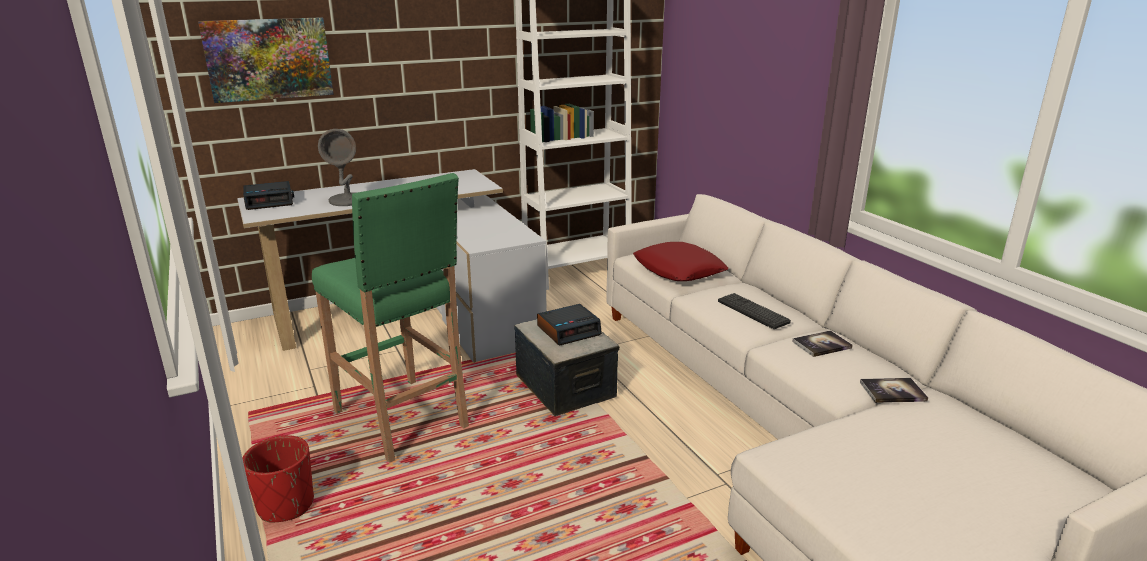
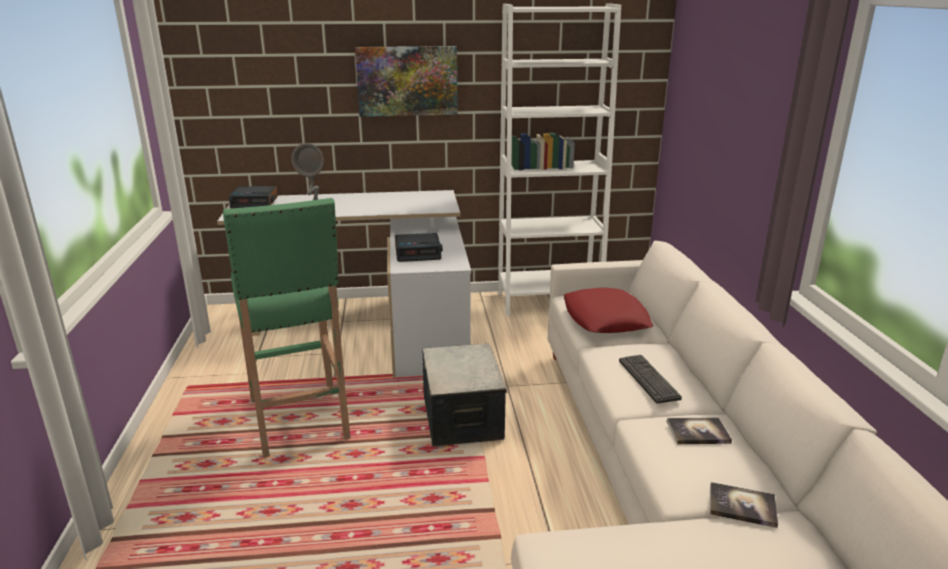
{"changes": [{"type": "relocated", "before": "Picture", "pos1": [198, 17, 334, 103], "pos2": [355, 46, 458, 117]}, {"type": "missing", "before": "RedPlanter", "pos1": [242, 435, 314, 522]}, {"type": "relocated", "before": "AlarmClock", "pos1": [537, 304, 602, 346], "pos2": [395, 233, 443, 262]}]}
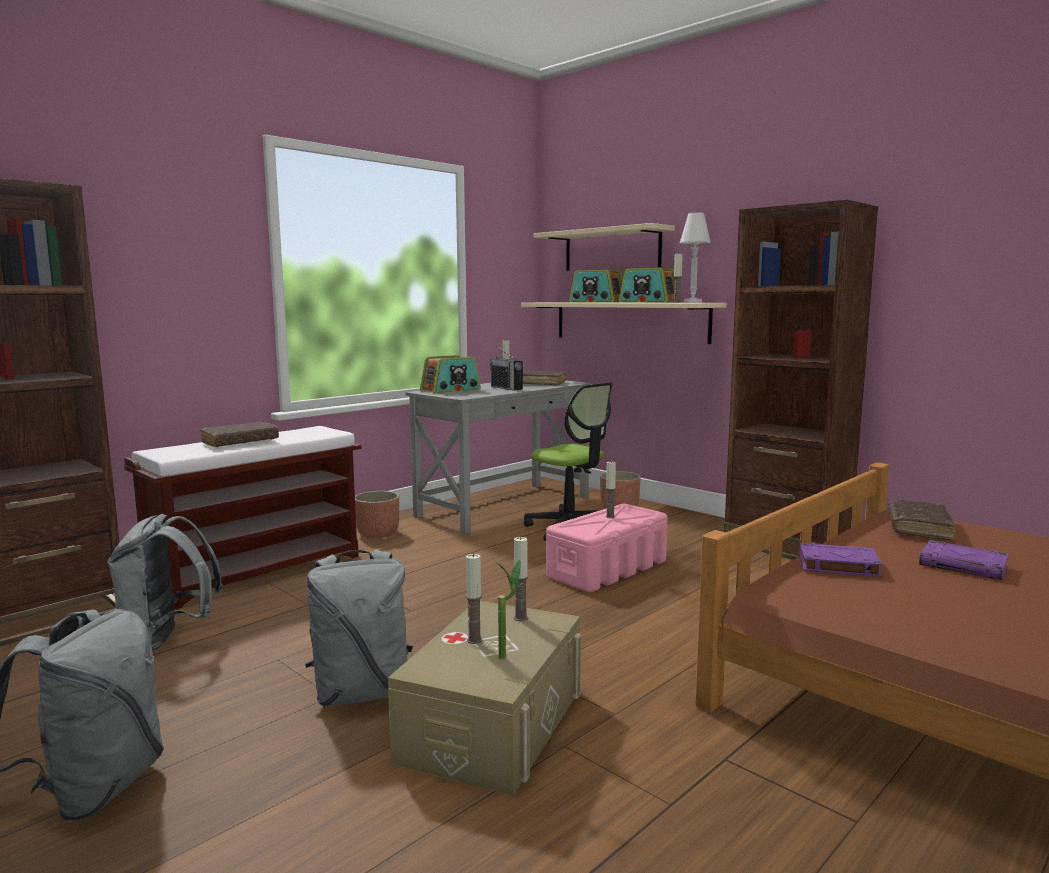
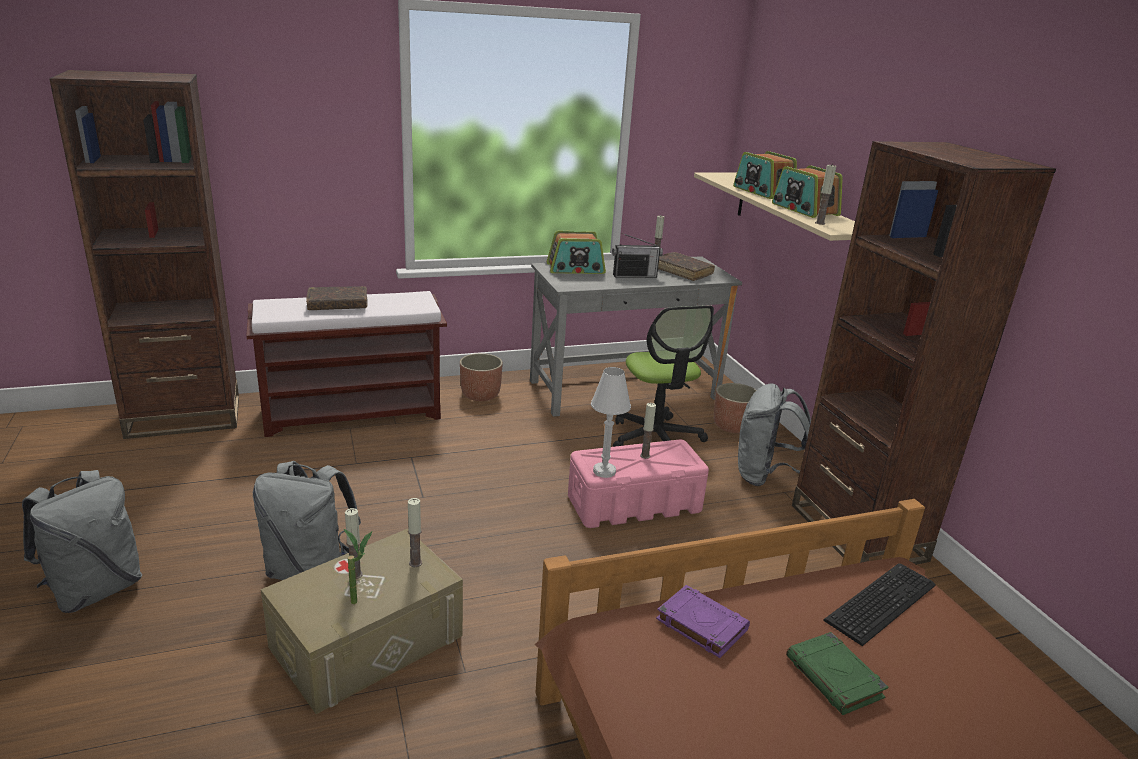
{"changes": [{"type": "relocated", "before": "GreyBackpack", "pos1": [107, 514, 224, 651], "pos2": [738, 384, 811, 486]}, {"type": "spun", "before": "Radio", "pos1": [490, 346, 523, 390], "pos2": [612, 233, 663, 278], "turn": -90}, {"type": "missing", "before": "BeigeShelf", "pos1": [533, 223, 675, 271]}, {"type": "relocated", "before": "WhiteTableLamp", "pos1": [680, 213, 711, 303], "pos2": [591, 367, 631, 478]}, {"type": "exchanged", "before": "BrownBook", "after": "Keyboard", "pos1": [888, 500, 955, 540], "pos2": [823, 564, 936, 646]}, {"type": "colour", "before": "PurpleBook", "after": "GreenBook", "pos1": [919, 540, 1009, 580], "pos2": [786, 632, 889, 715]}]}
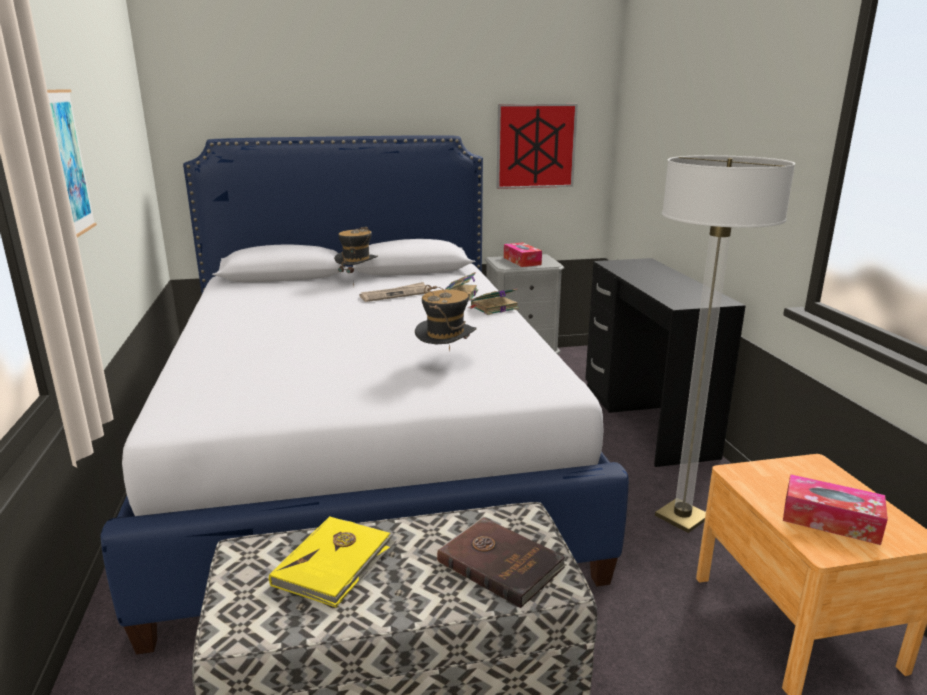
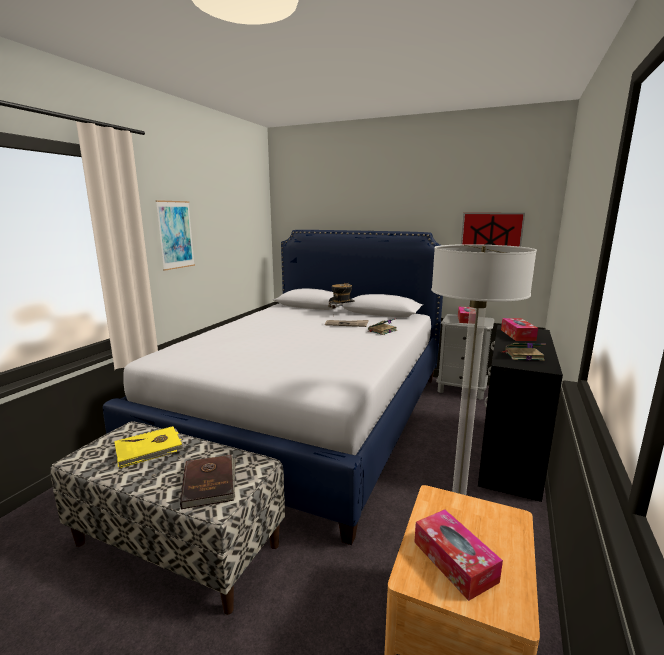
{"changes": [{"type": "missing", "before": "Hat", "pos1": [415, 285, 477, 351]}, {"type": "relocated", "before": "Book", "pos1": [468, 288, 519, 315], "pos2": [501, 343, 546, 361]}, {"type": "appeared", "after": "TissueBox", "pos2": [501, 318, 538, 341]}]}
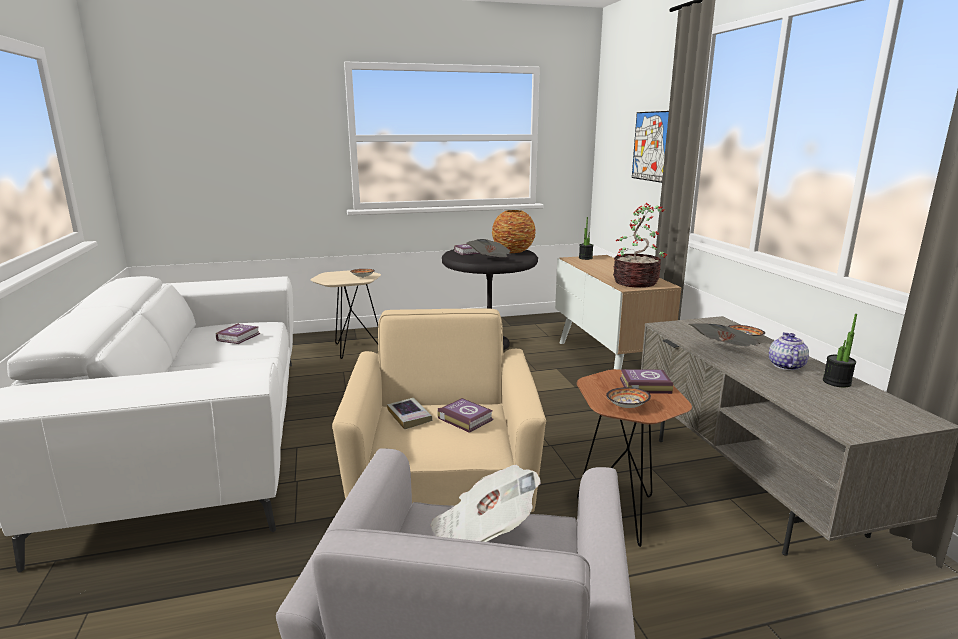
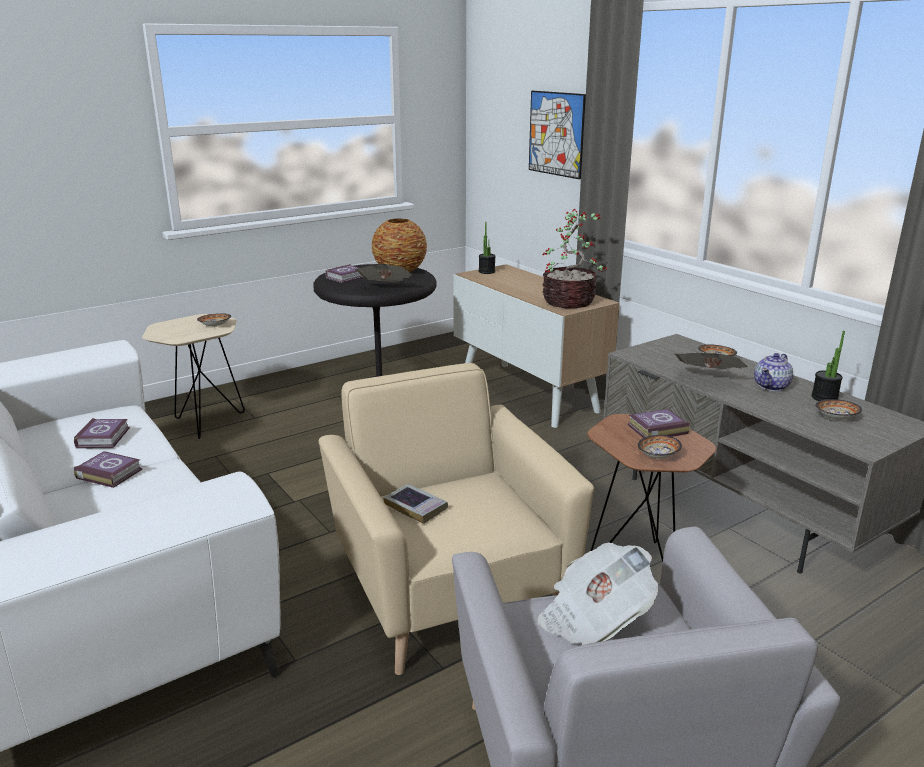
{"changes": [{"type": "relocated", "before": "Book", "pos1": [437, 398, 493, 433], "pos2": [74, 451, 142, 488]}, {"type": "spun", "before": "Teapot", "pos1": [769, 332, 809, 370], "pos2": [754, 353, 793, 391], "turn": -135}, {"type": "appeared", "after": "Bowl", "pos2": [815, 399, 862, 419]}]}
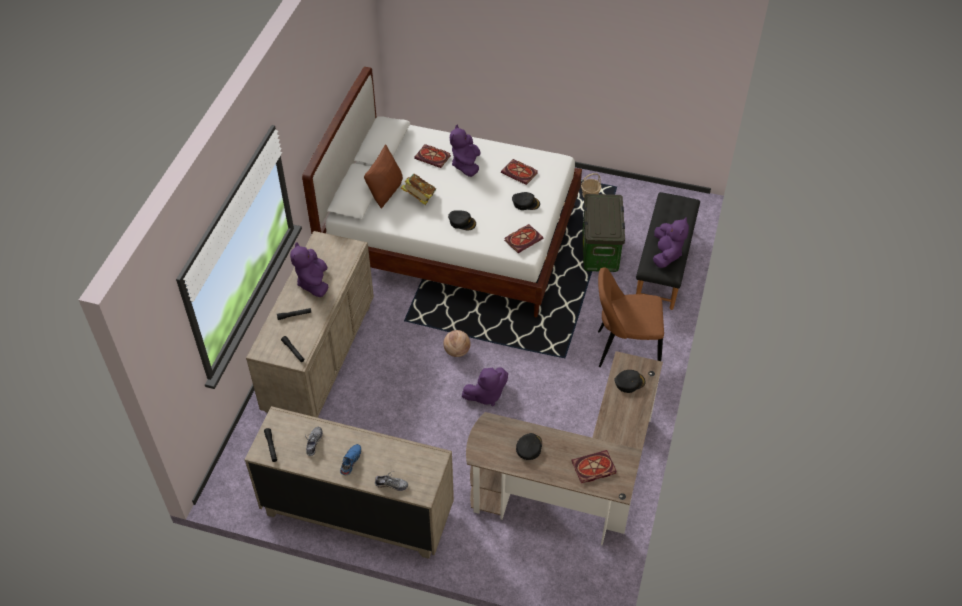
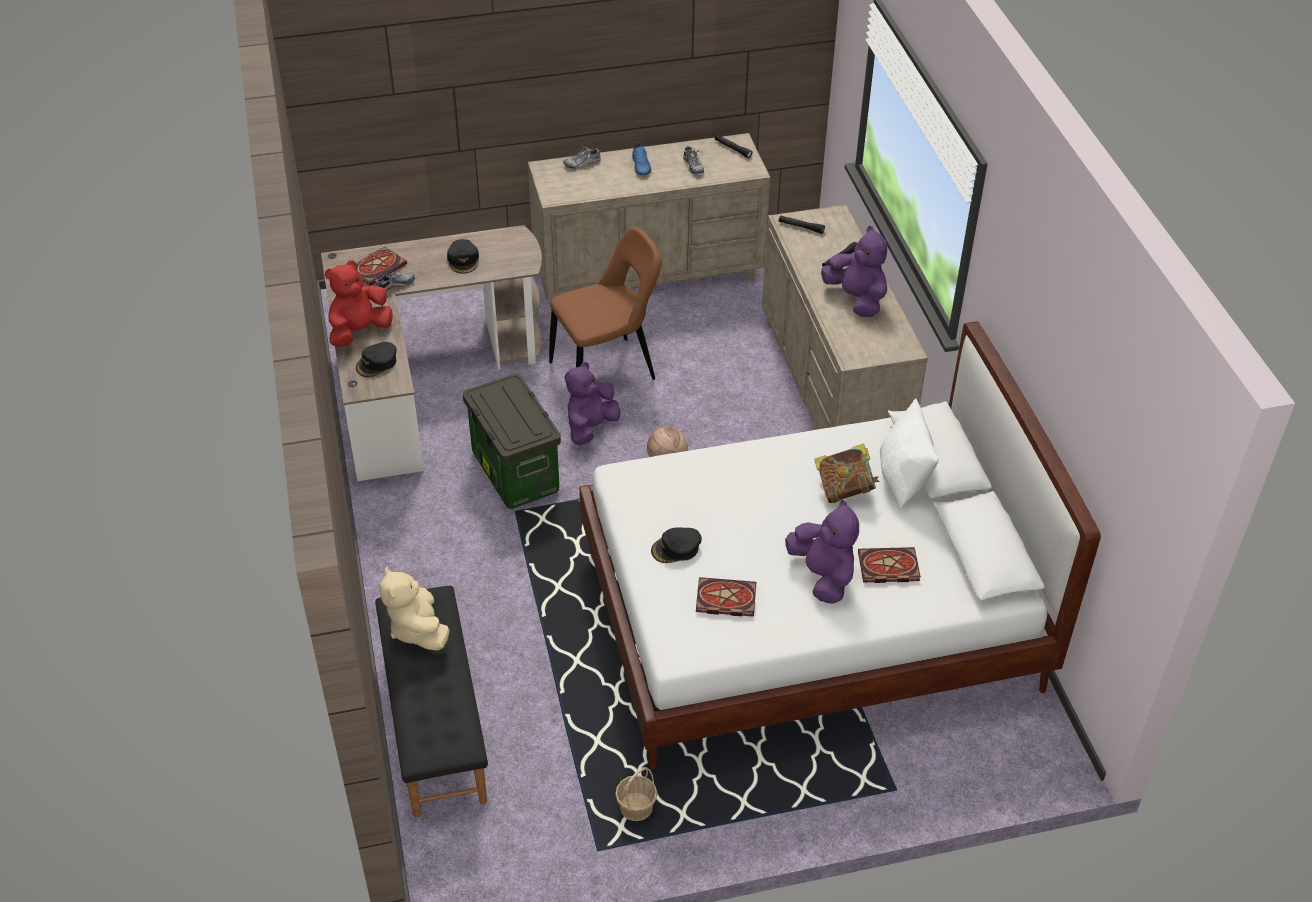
{"changes": [{"type": "colour", "before": "BrownPillow", "after": "WhitePillow", "pos1": [364, 145, 403, 209], "pos2": [880, 399, 939, 509]}, {"type": "missing", "before": "BlackCap", "pos1": [448, 211, 476, 230]}, {"type": "missing", "before": "Book", "pos1": [504, 224, 544, 253]}, {"type": "relocated", "before": "StorageBox", "pos1": [582, 194, 625, 272], "pos2": [463, 374, 561, 509]}, {"type": "relocated", "before": "BrownChair", "pos1": [598, 268, 664, 367], "pos2": [549, 227, 662, 380]}, {"type": "colour", "before": "PurplePlushToy", "after": "BeigePlushToy", "pos1": [653, 217, 689, 268], "pos2": [379, 566, 450, 651]}, {"type": "appeared", "after": "RedPlushToy", "pos2": [325, 260, 393, 347]}, {"type": "appeared", "after": "Shoe", "pos2": [374, 267, 415, 292]}]}
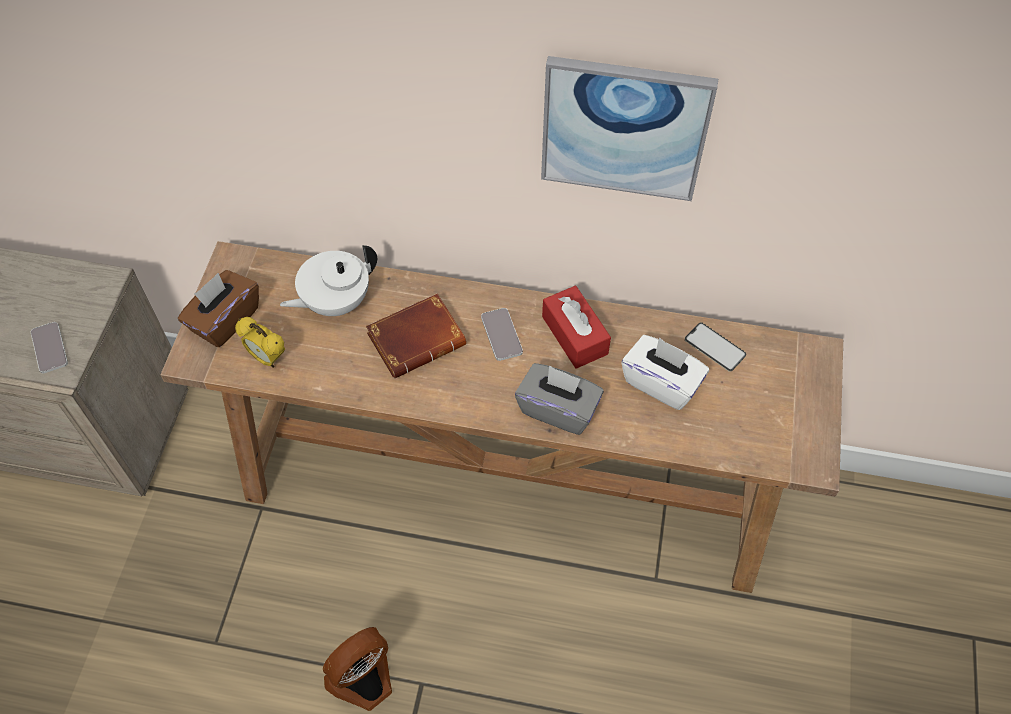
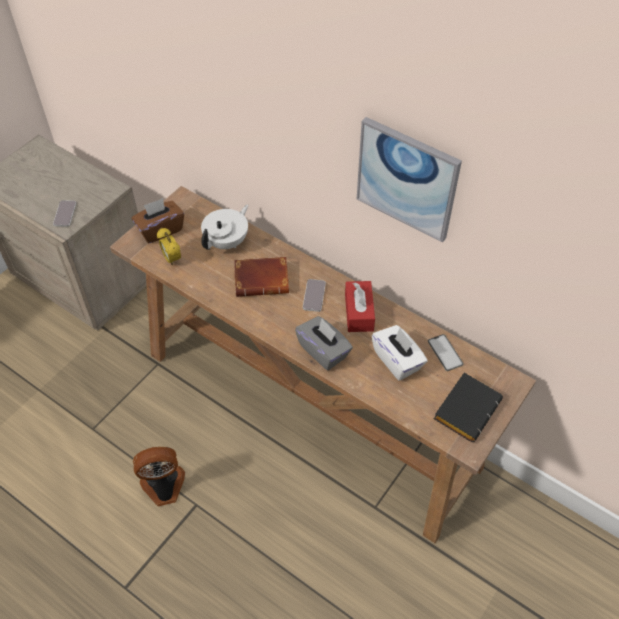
{"changes": [{"type": "spun", "before": "WhiteTeapot", "pos1": [280, 245, 377, 316], "pos2": [201, 204, 249, 250], "turn": 135}, {"type": "appeared", "after": "BlackBook", "pos2": [434, 373, 503, 442]}]}
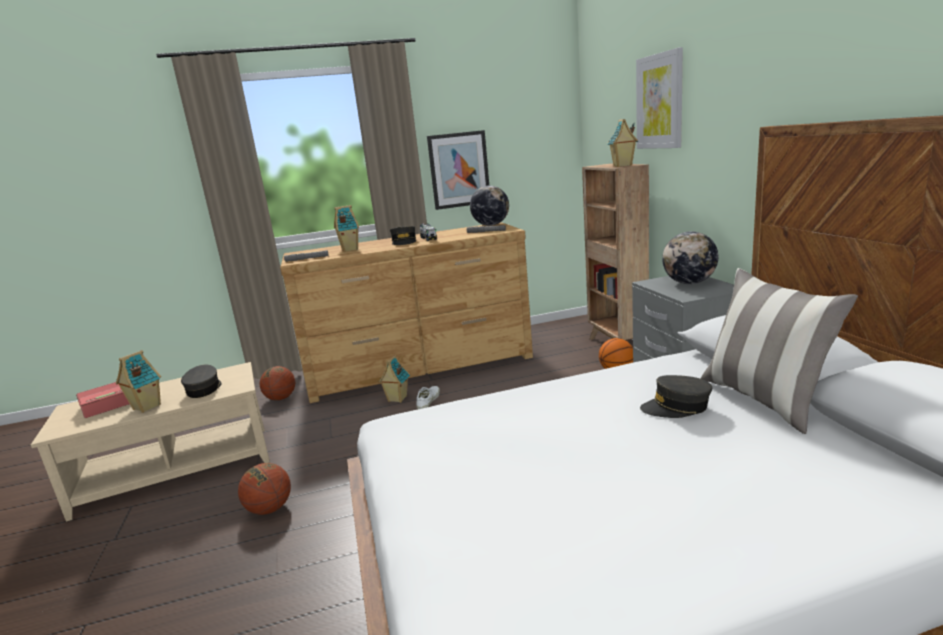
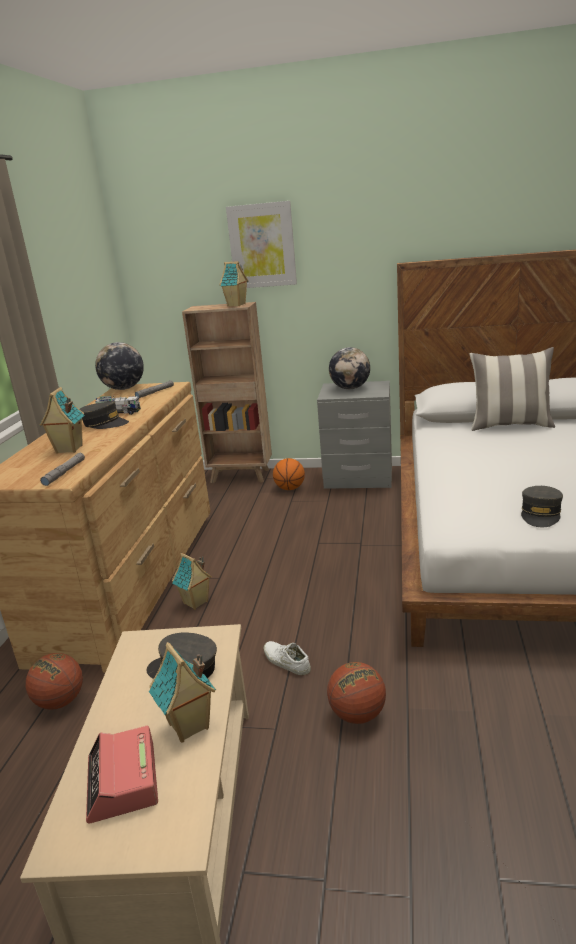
{"changes": [{"type": "relocated", "before": "WhiteShoe", "pos1": [416, 386, 440, 409], "pos2": [264, 641, 311, 675]}, {"type": "missing", "before": "Picture", "pos1": [427, 130, 489, 210]}, {"type": "relocated", "before": "GreyCap", "pos1": [640, 375, 712, 418], "pos2": [521, 486, 563, 527]}]}
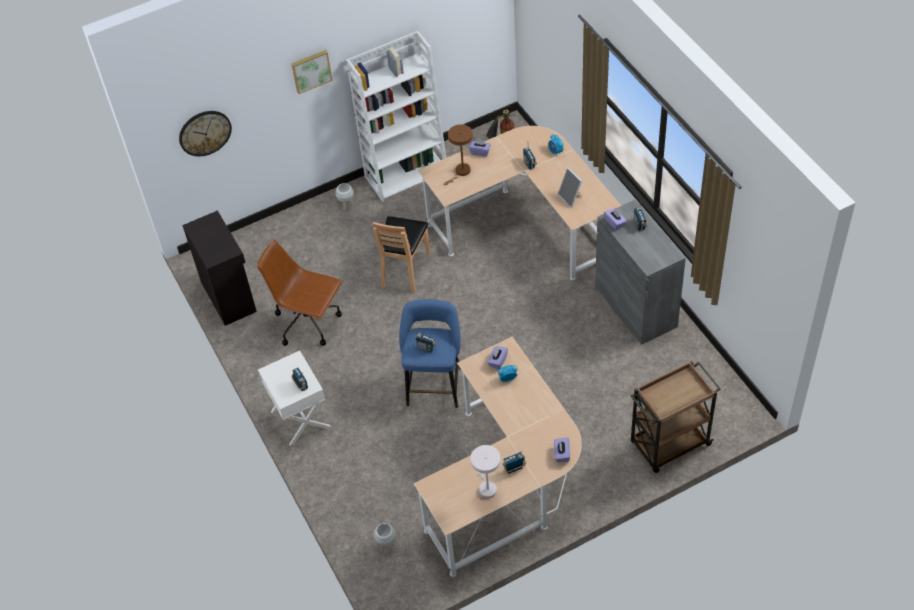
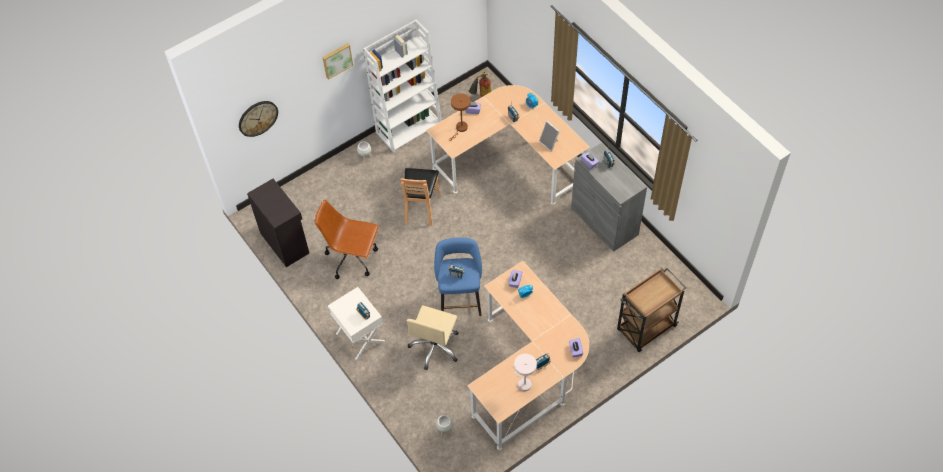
{"changes": [{"type": "appeared", "after": "BeigeOfficeChair", "pos2": [407, 305, 459, 370]}]}
